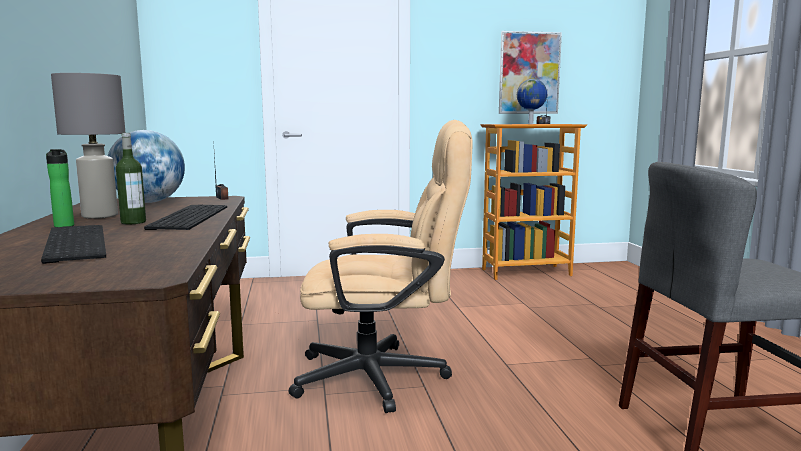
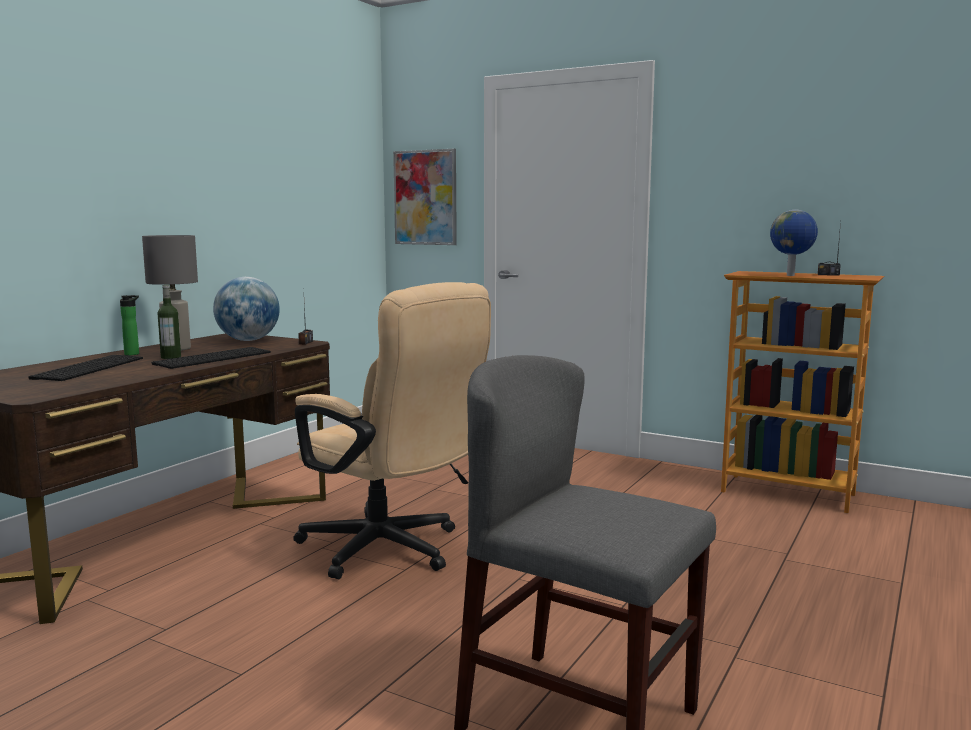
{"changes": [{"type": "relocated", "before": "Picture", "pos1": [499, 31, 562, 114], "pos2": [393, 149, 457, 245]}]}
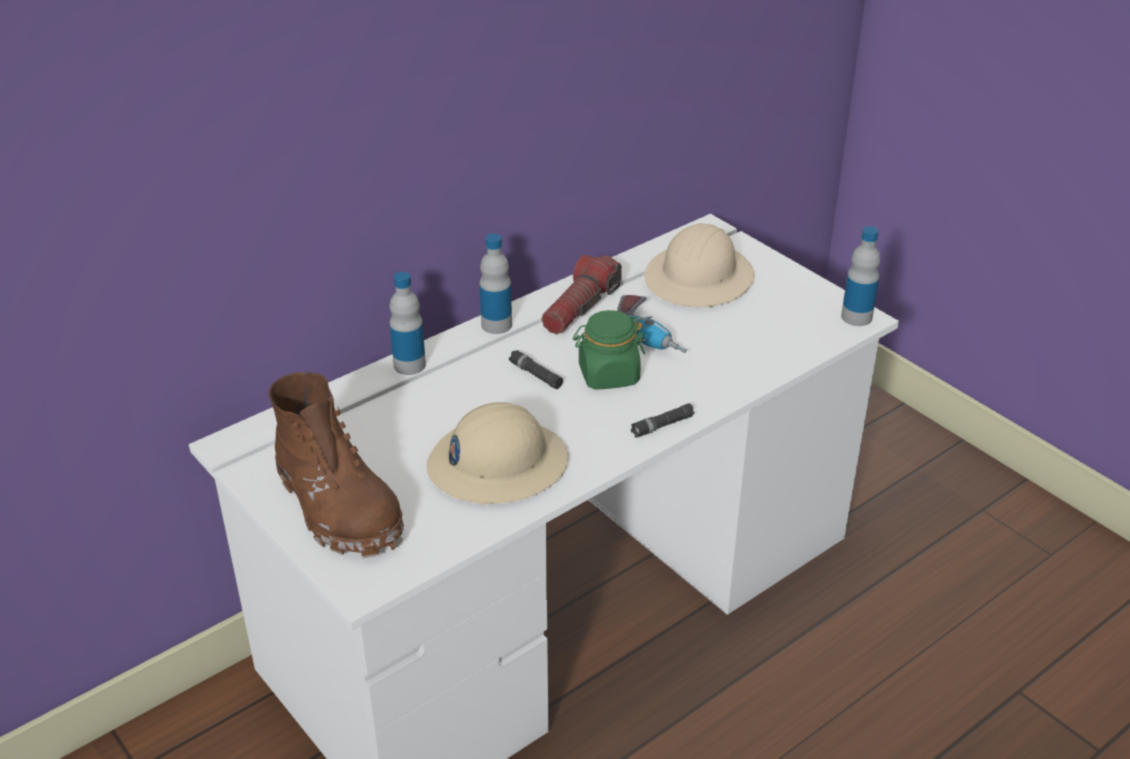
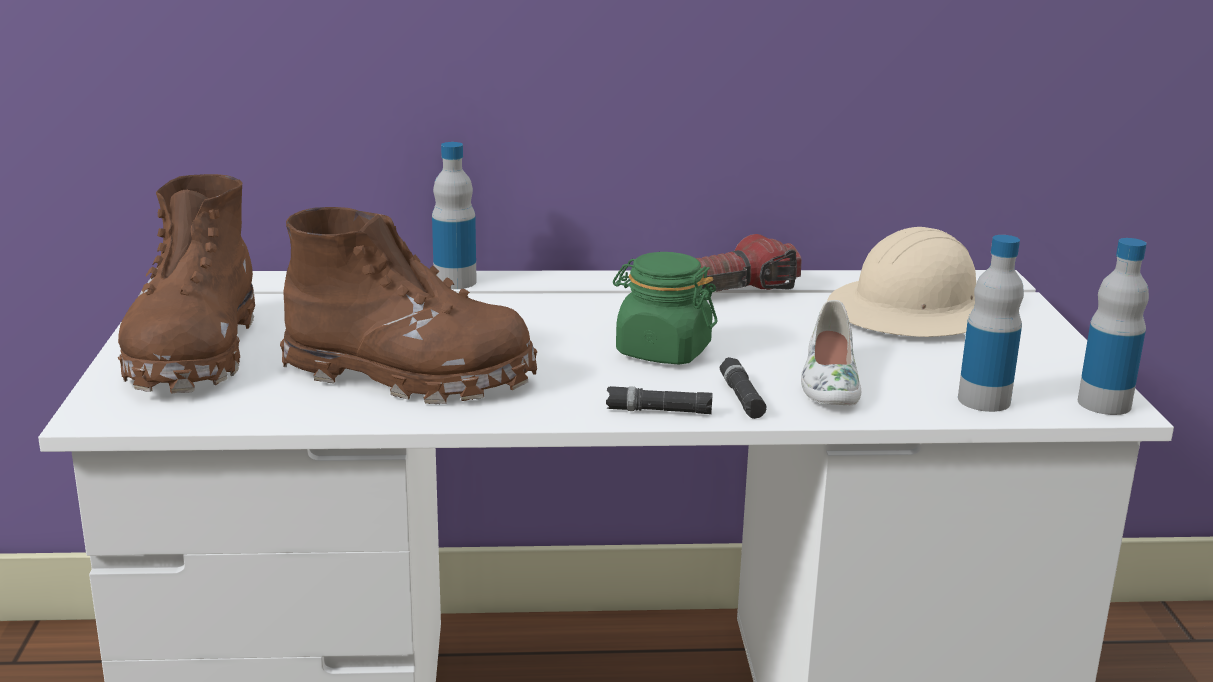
{"changes": [{"type": "exchanged", "before": "BeigeHardHat", "after": "BrownBoot", "pos1": [427, 402, 568, 504], "pos2": [280, 207, 537, 404]}, {"type": "relocated", "before": "Bottle", "pos1": [480, 234, 512, 334], "pos2": [958, 235, 1024, 412]}, {"type": "relocated", "before": "BlackFlashlight", "pos1": [509, 350, 563, 389], "pos2": [720, 357, 767, 419]}, {"type": "missing", "before": "PowerDrill", "pos1": [617, 295, 687, 353]}, {"type": "appeared", "after": "WhiteShoe", "pos2": [801, 300, 861, 406]}]}
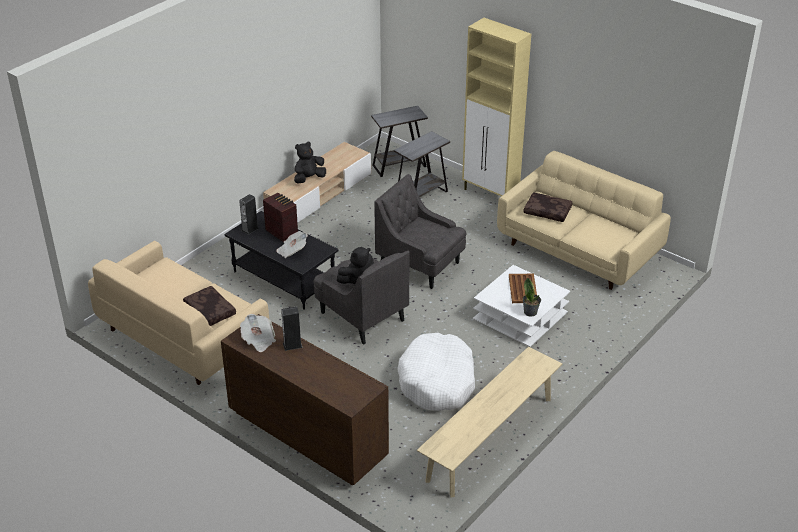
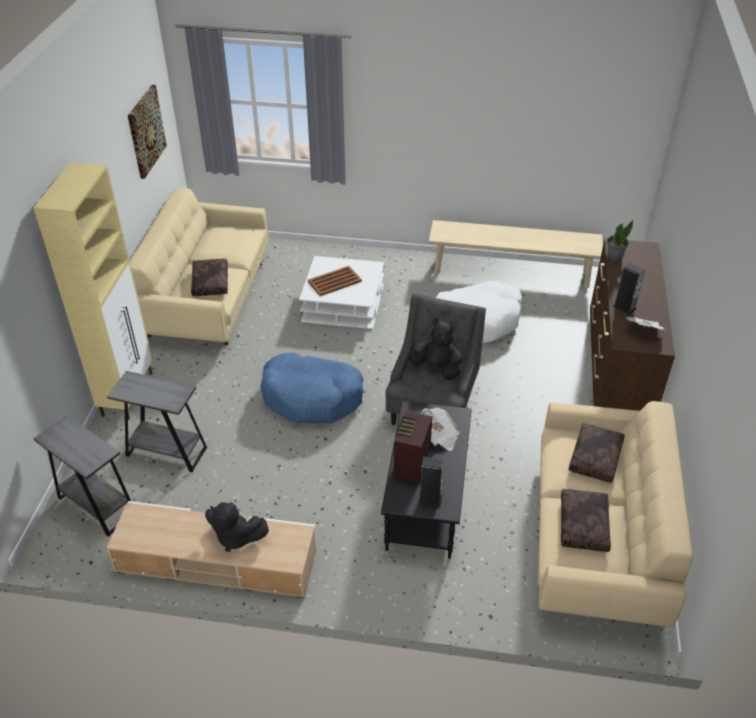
{"changes": [{"type": "exchanged", "before": "GreyArmchair", "after": "BlueDogBed", "pos1": [374, 174, 467, 289], "pos2": [260, 352, 364, 423]}, {"type": "relocated", "before": "PottedPlant", "pos1": [523, 277, 541, 317], "pos2": [608, 220, 633, 261]}, {"type": "appeared", "after": "Picture", "pos2": [128, 85, 167, 179]}, {"type": "appeared", "after": "BrownPillow", "pos2": [561, 489, 611, 552]}]}
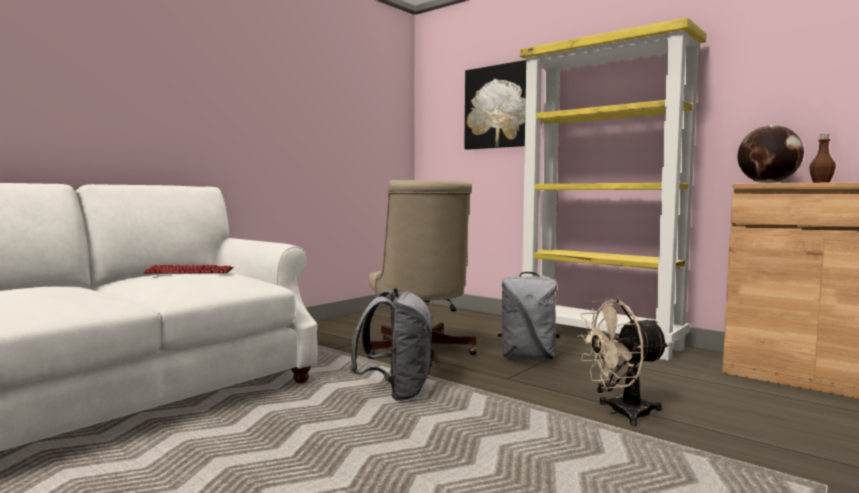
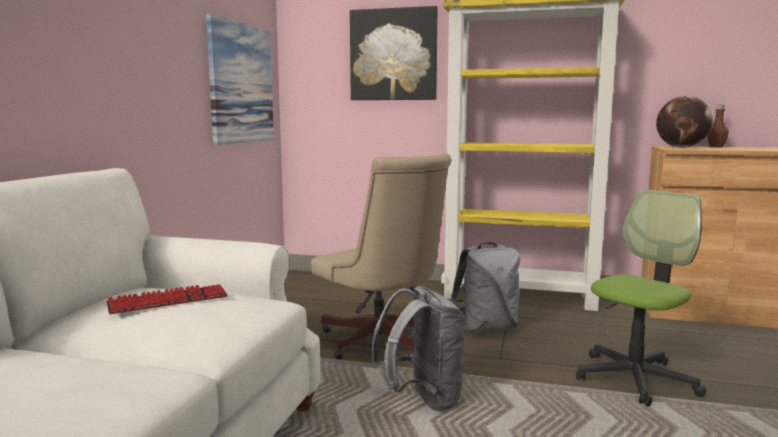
{"changes": [{"type": "exchanged", "before": "BeigeFan", "after": "OfficeChair", "pos1": [577, 299, 669, 426], "pos2": [576, 190, 706, 407]}, {"type": "appeared", "after": "Picture", "pos2": [206, 13, 274, 145]}]}
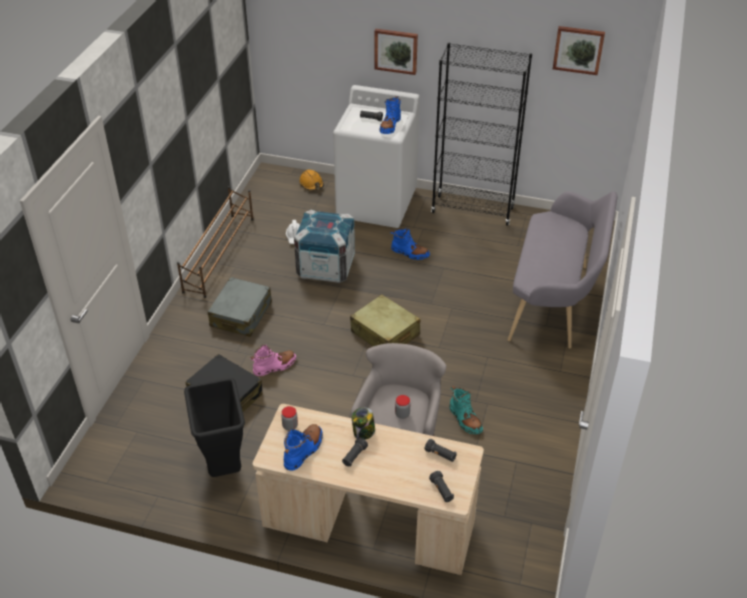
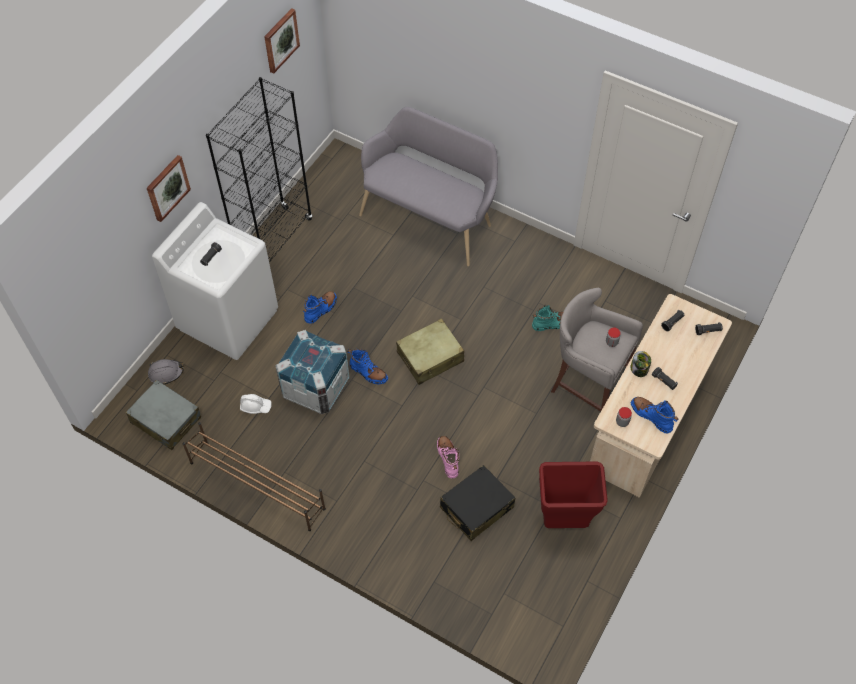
{"changes": [{"type": "colour", "before": "BlackTrashCan", "after": "RedTrashCan", "pos1": [184, 378, 245, 477], "pos2": [539, 462, 608, 528]}, {"type": "relocated", "before": "GreySuitcase", "pos1": [208, 277, 272, 337], "pos2": [126, 380, 201, 450]}, {"type": "colour", "before": "OrangeHardHat", "after": "GreyHardHat", "pos1": [299, 170, 324, 191], "pos2": [148, 359, 184, 385]}, {"type": "relocated", "before": "BlueBoot", "pos1": [379, 96, 401, 134], "pos2": [348, 349, 388, 384]}]}
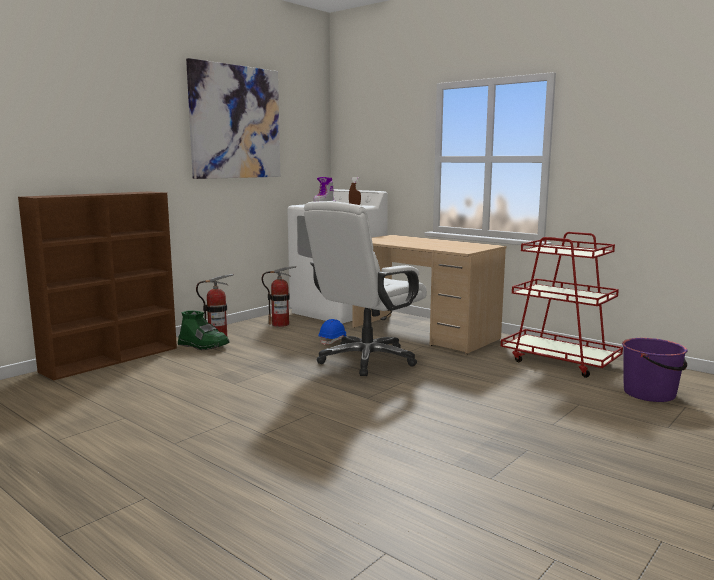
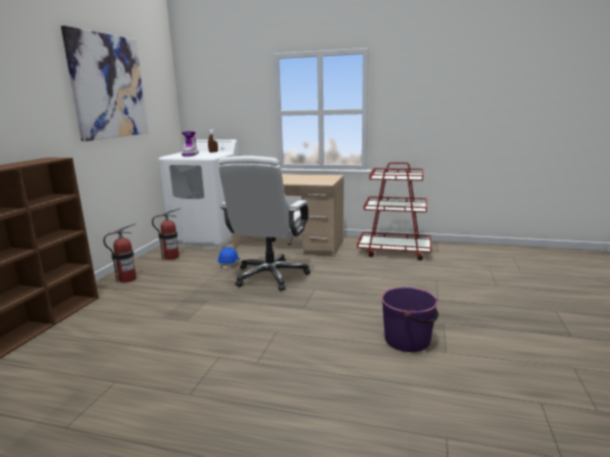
{"changes": [{"type": "missing", "before": "GreenBoot", "pos1": [178, 311, 230, 350]}, {"type": "relocated", "before": "PurpleBucket", "pos1": [622, 338, 687, 402], "pos2": [381, 287, 439, 352]}]}
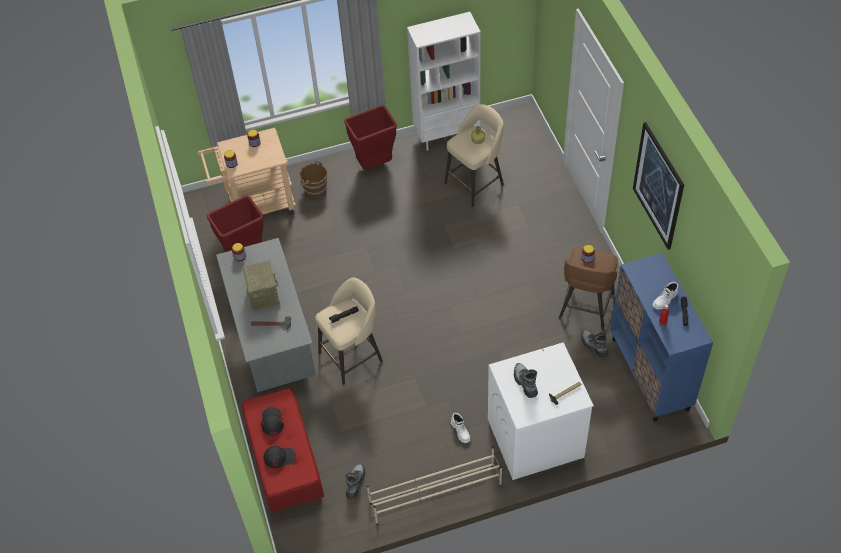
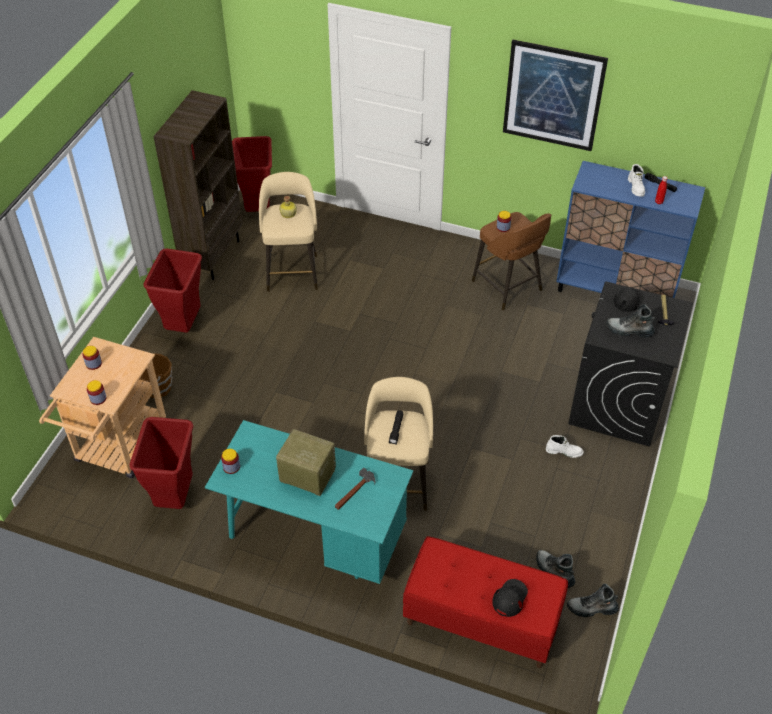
{"changes": [{"type": "colour", "before": "GreyDesk", "after": "TurquoiseDesk", "pos1": [216, 238, 316, 392], "pos2": [205, 420, 414, 584]}, {"type": "relocated", "before": "BlackCap", "pos1": [261, 407, 284, 435], "pos2": [603, 288, 640, 312]}, {"type": "missing", "before": "BeigeShoeRack", "pos1": [367, 446, 502, 525]}, {"type": "colour", "before": "WhiteBookcase", "after": "BrownBookcase", "pos1": [407, 12, 481, 151], "pos2": [153, 90, 243, 280]}, {"type": "colour", "before": "WhiteWashingMachine", "after": "BlackWashingMachine", "pos1": [488, 342, 594, 480], "pos2": [568, 282, 693, 447]}, {"type": "relocated", "before": "Boot", "pos1": [581, 330, 609, 358], "pos2": [567, 584, 619, 617]}, {"type": "appeared", "after": "RedTrashCan", "pos2": [232, 136, 272, 212]}]}
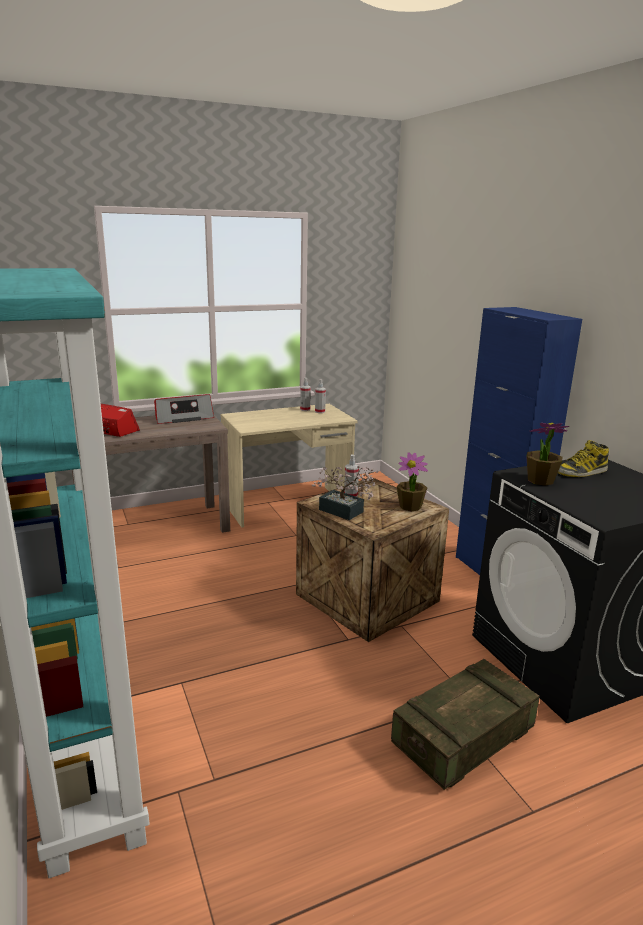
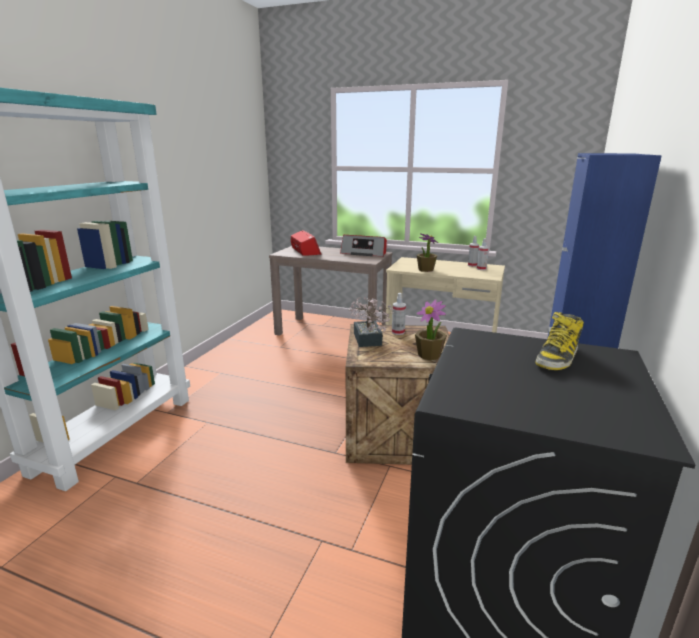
{"changes": [{"type": "missing", "before": "Crate", "pos1": [391, 659, 539, 790]}, {"type": "relocated", "before": "PottedPlant", "pos1": [526, 423, 570, 486], "pos2": [417, 233, 439, 272]}, {"type": "spun", "before": "Boot", "pos1": [558, 440, 609, 477], "pos2": [535, 312, 584, 370], "turn": -75}]}
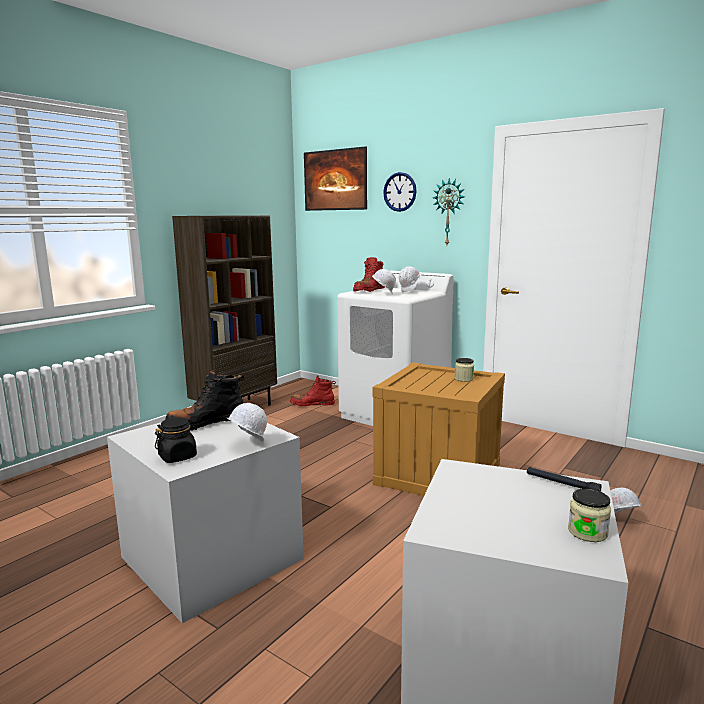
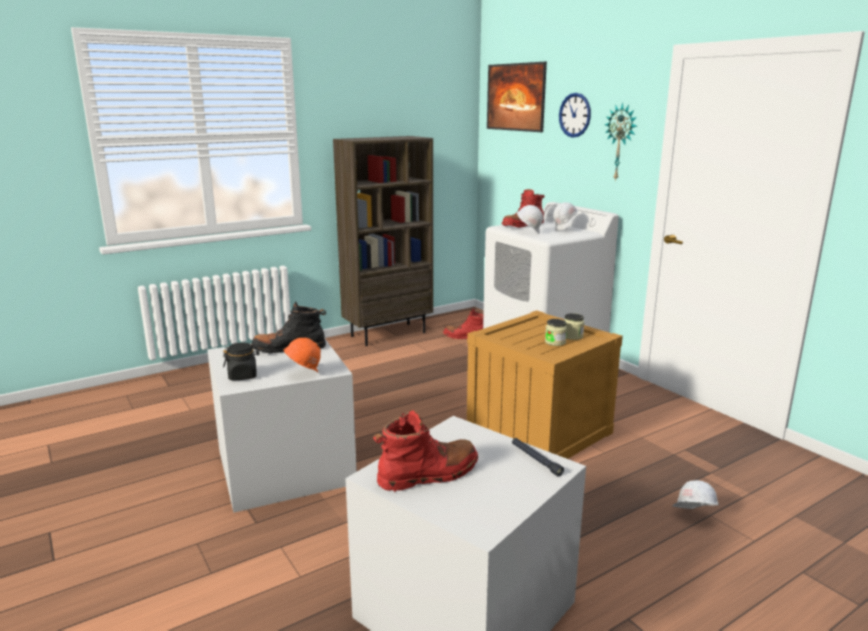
{"changes": [{"type": "colour", "before": "WhiteHardHat", "after": "OrangeHardHat", "pos1": [227, 403, 267, 441], "pos2": [283, 338, 321, 374]}, {"type": "relocated", "before": "Jar", "pos1": [568, 489, 611, 542], "pos2": [545, 319, 567, 346]}, {"type": "appeared", "after": "RedBoot", "pos2": [373, 410, 478, 492]}]}
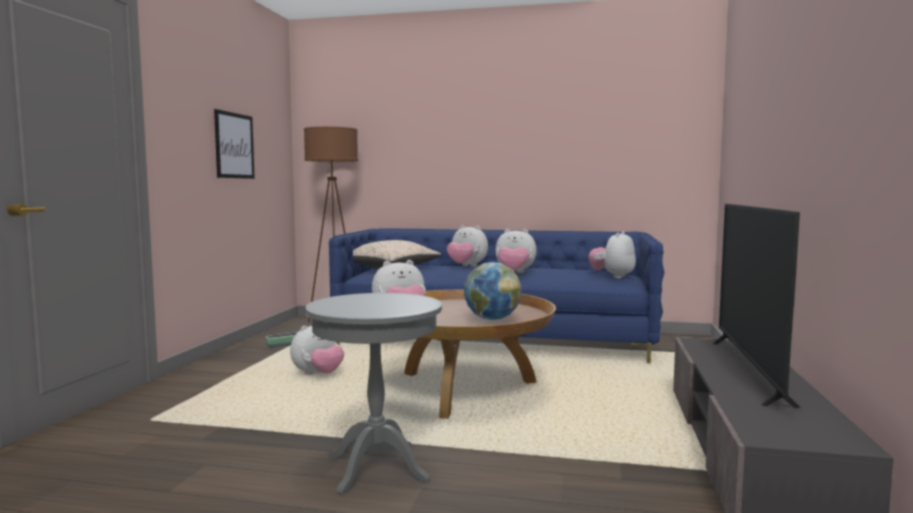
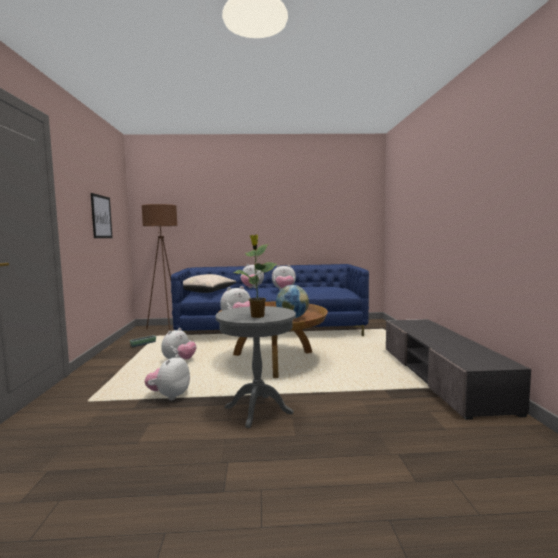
{"changes": [{"type": "relocated", "before": "PlushToy", "pos1": [588, 231, 636, 278], "pos2": [145, 354, 190, 400]}, {"type": "missing", "before": "Television", "pos1": [712, 204, 800, 408]}, {"type": "appeared", "after": "PottedPlant", "pos2": [233, 235, 277, 318]}]}
